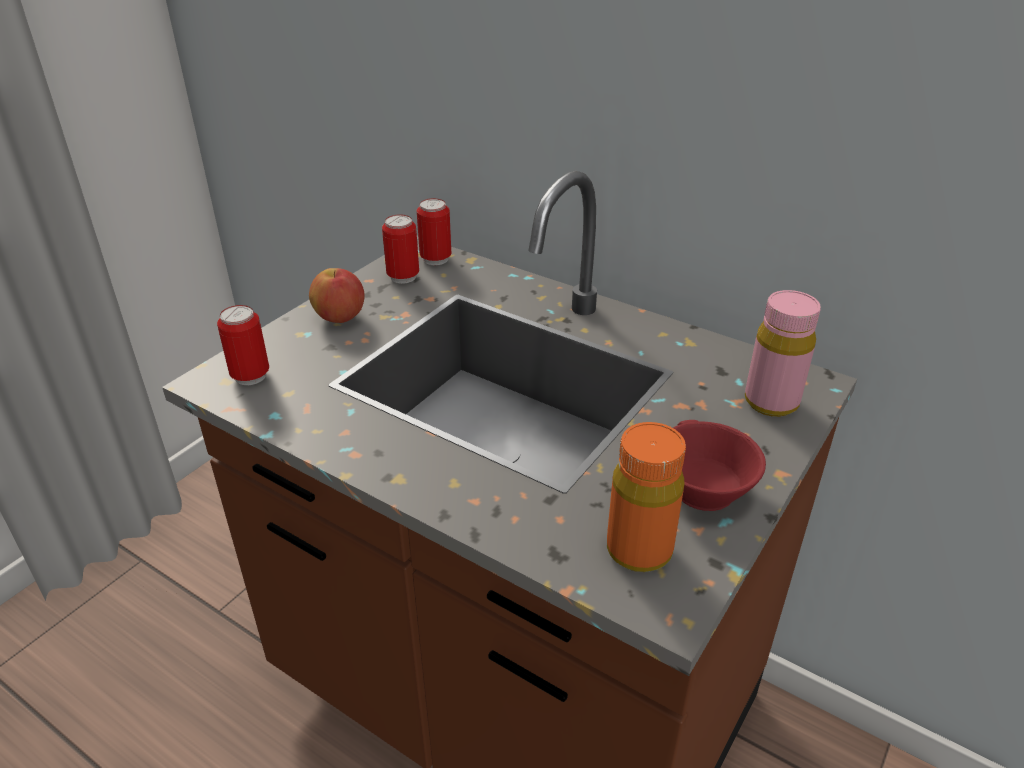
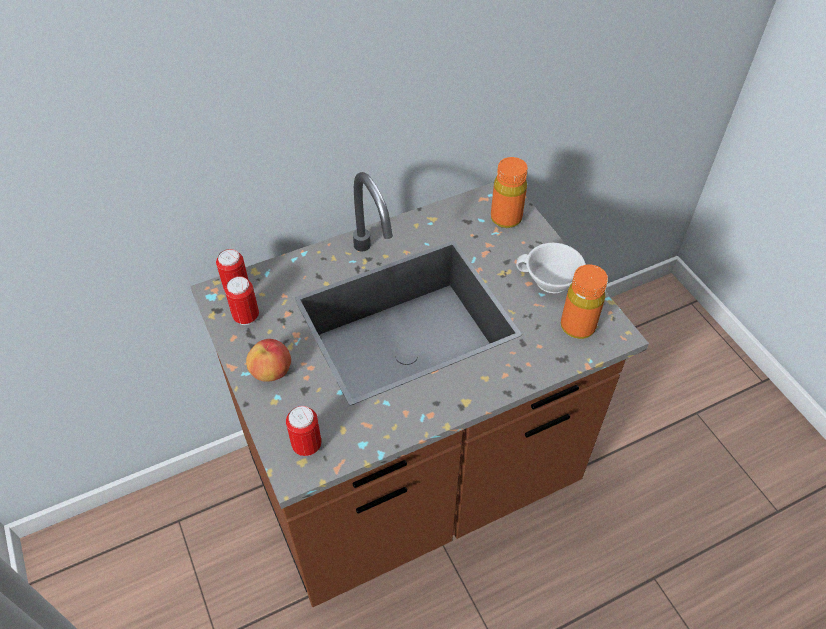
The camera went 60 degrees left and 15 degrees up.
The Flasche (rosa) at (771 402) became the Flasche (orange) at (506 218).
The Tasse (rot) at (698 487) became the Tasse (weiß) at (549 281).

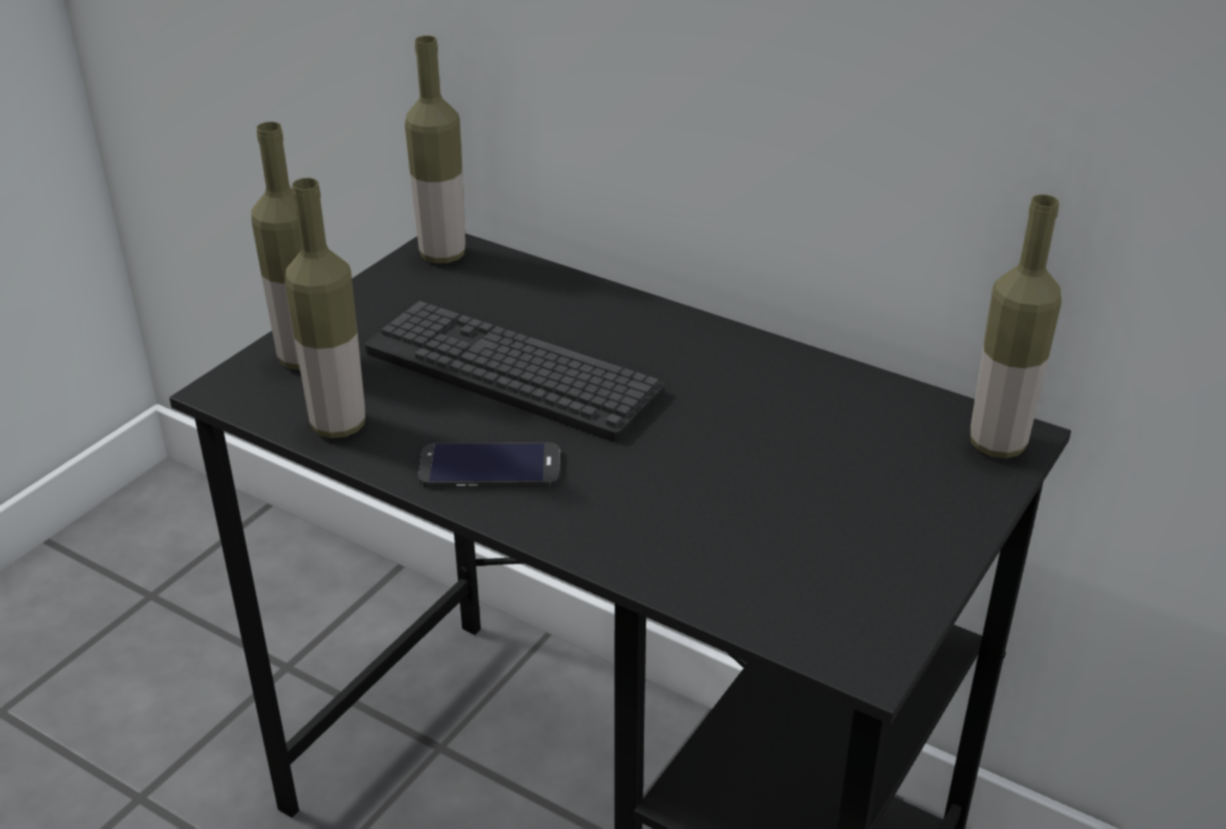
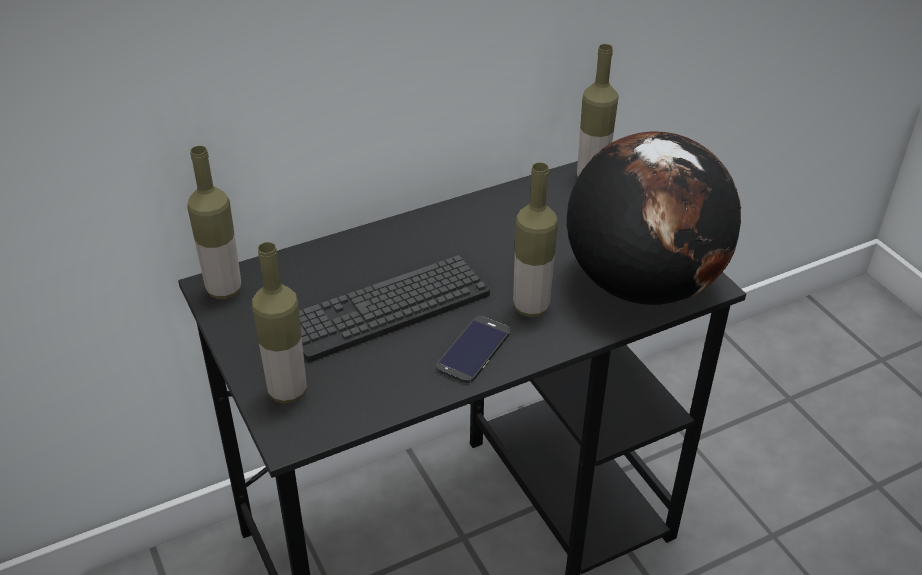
The camera went 60 degrees left and 5 degrees up.
The Flasche moved from (338 425) to (531 307).
The Globus at (641 284) appeared.

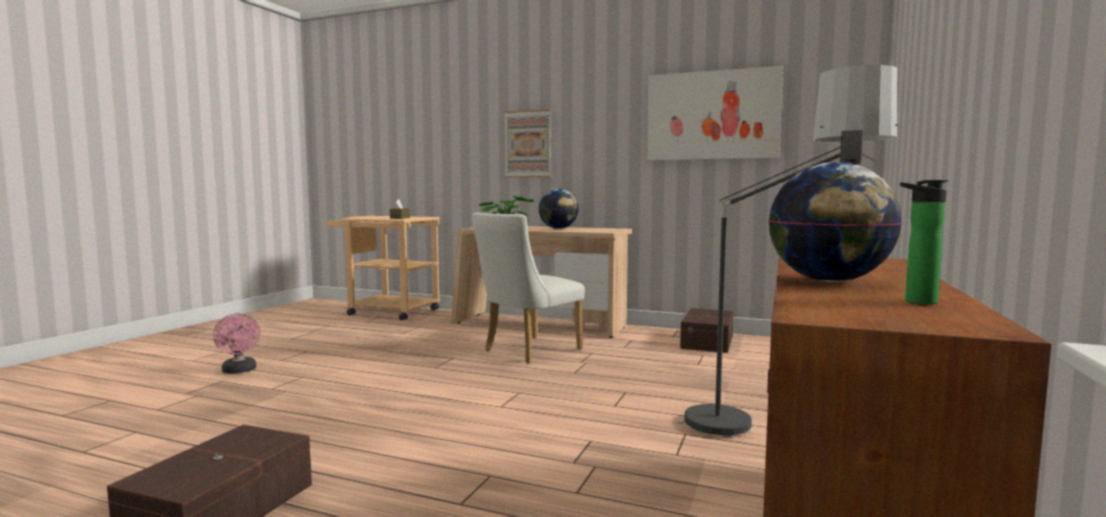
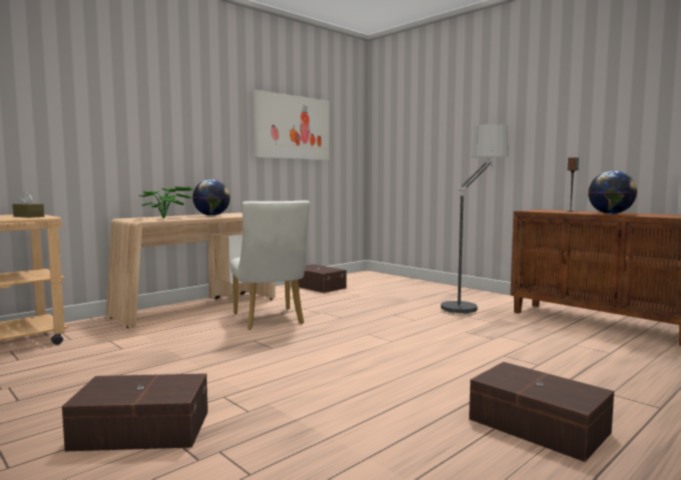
The camera went 65 degrees left and 0 degrees up.
The Ventilator (rosa) at (239 371) was replaced by the Aufbewahrungsbox (braun) at (141 429).
The Bild at (528 144) disappeared.
The Flasche at (915 301) disappeared.

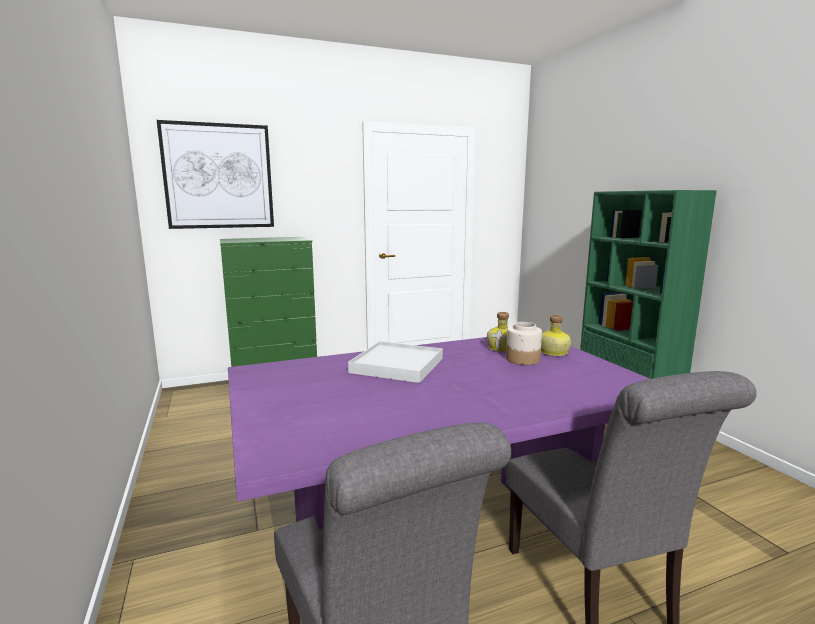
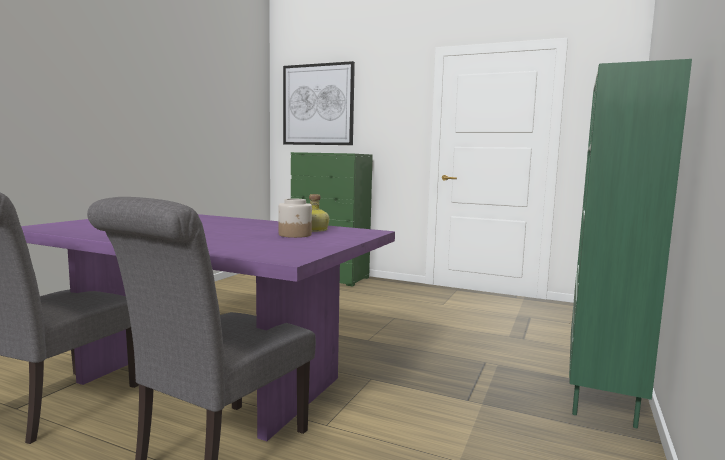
The camera went 45 degrees right and 5 degrees down.
The Tablett (weiß) at (397 365) disappeared.
The Flasche at (552 352) disappeared.

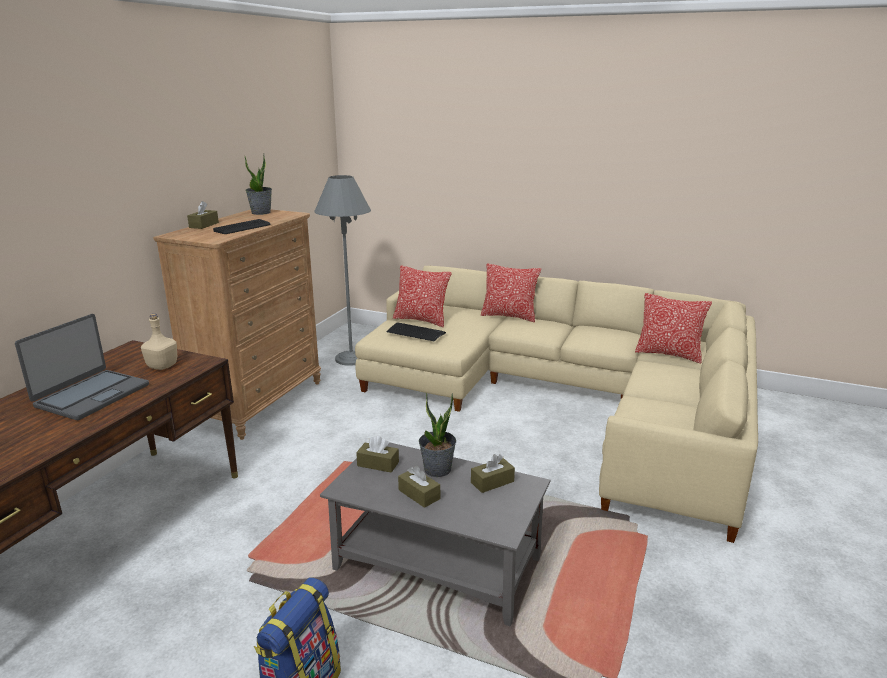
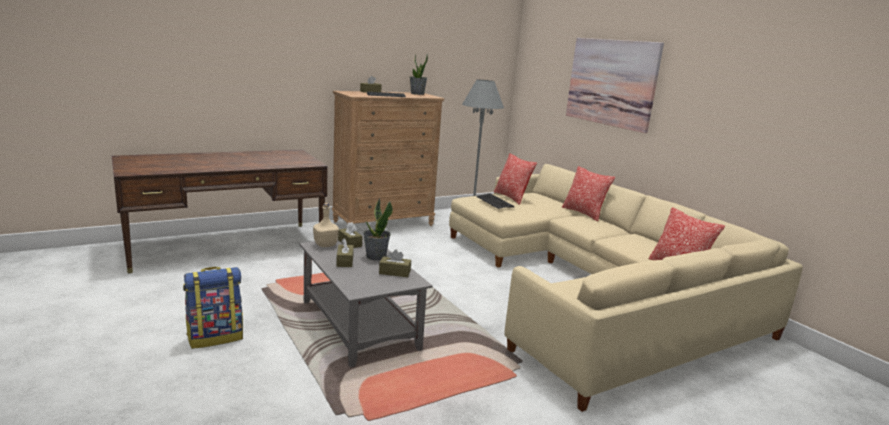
The camera went 35 degrees right and 5 degrees down.
The Flasche (beige) moved from (163 366) to (326 245).
The Bild at (611 82) appeared.
The Laptop at (91 395) disappeared.

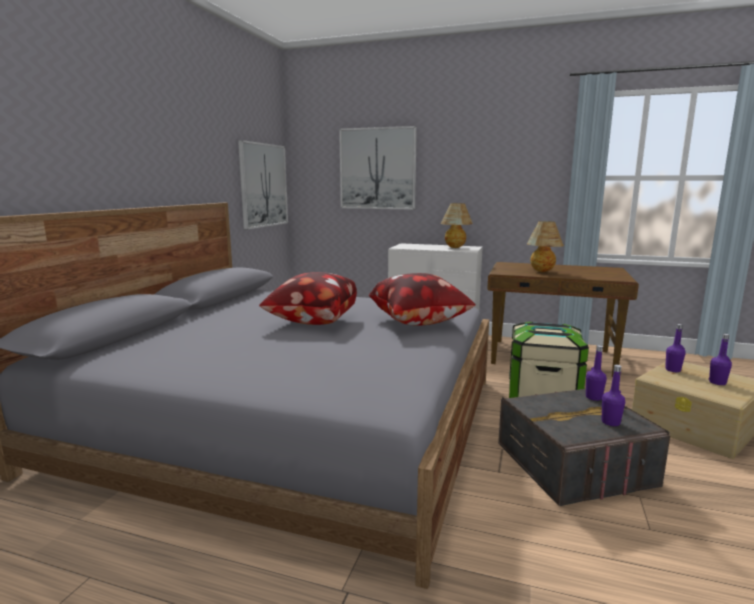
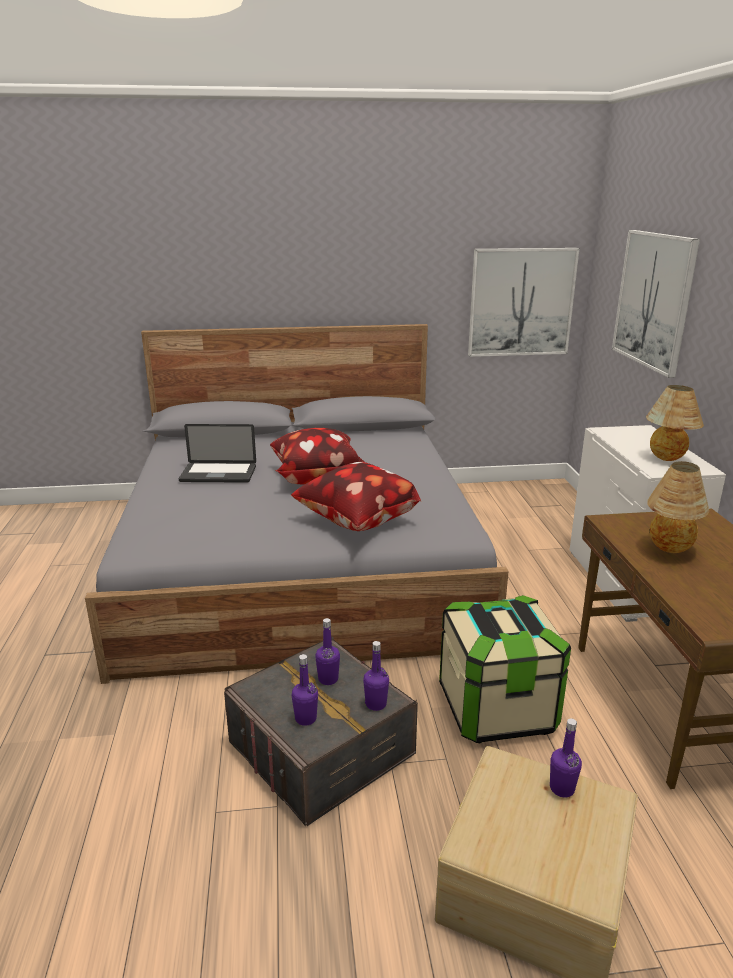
The camera went 65 degrees right and 10 degrees up.
The Laptop at (218 474) appeared.
The Flasche (lila) moved from (717 382) to (328 679).

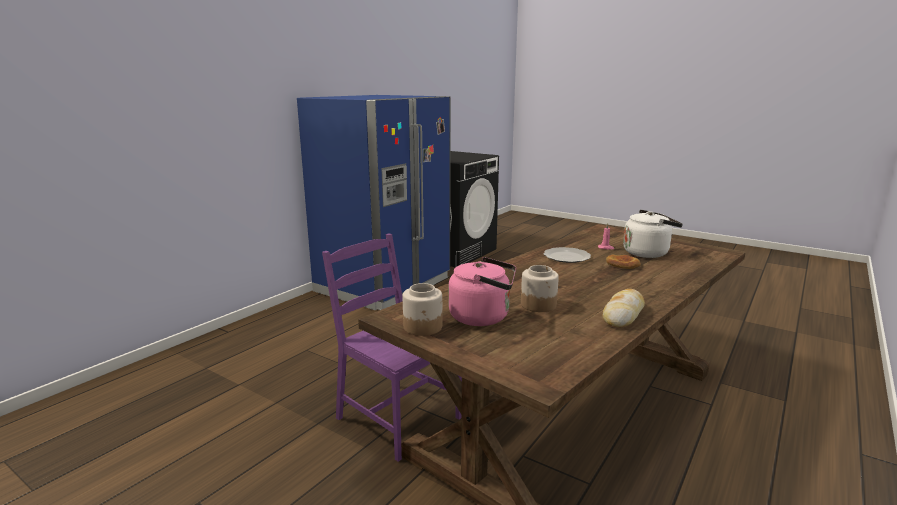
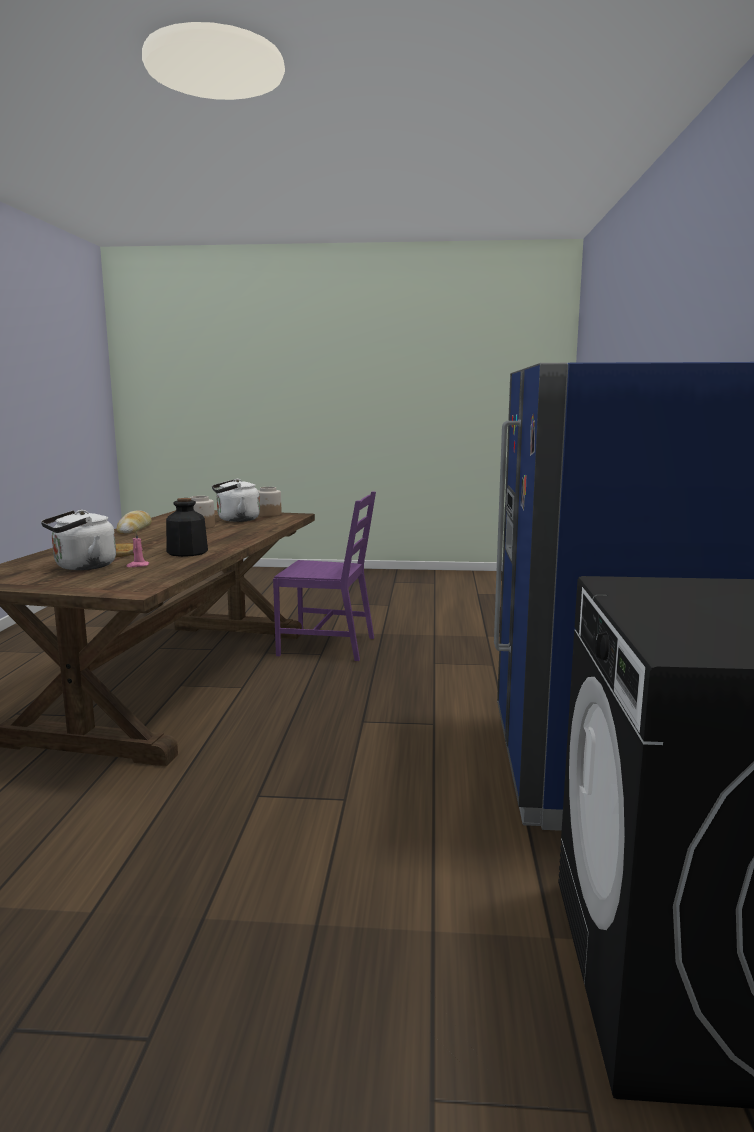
The camera went 150 degrees right and 5 degrees down.
The Teller at (567 257) was replaced by the Flasche at (187 552).
The Wasserkessel (rosa) at (483 317) became the Wasserkessel (weiß) at (235 520).

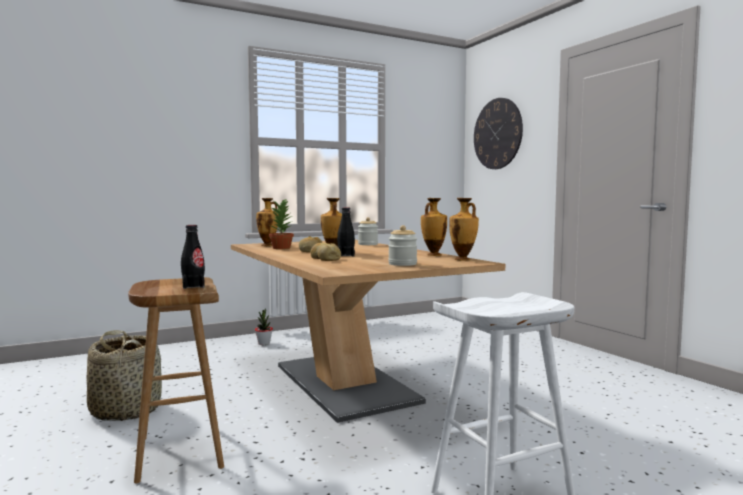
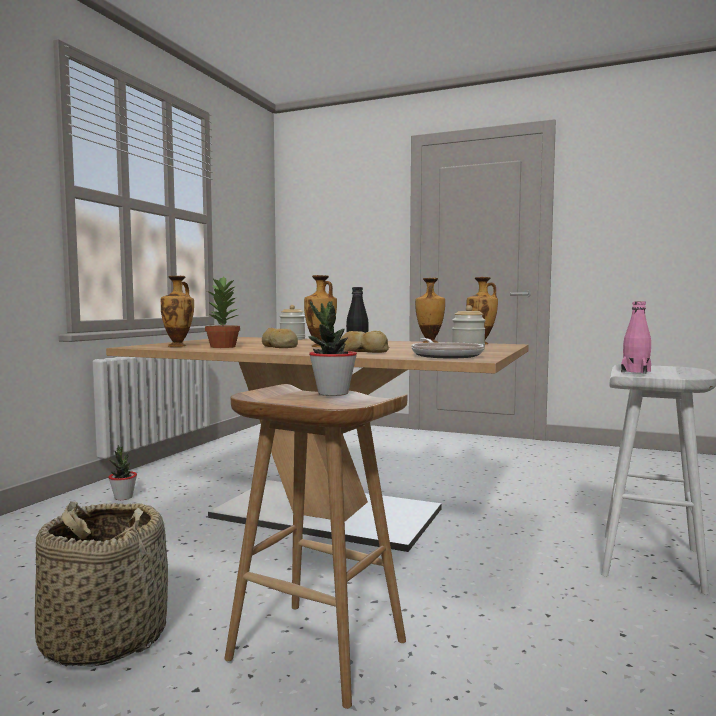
The camera went 40 degrees left and 0 degrees up.
The Flasche (schwarz) at (193 286) was replaced by the Topfpflanze at (332 393).
The Pfanne at (445 355) appeared.
The Flasche (rosa) at (635 371) appeared.
The Wanduhr at (497 134) disappeared.

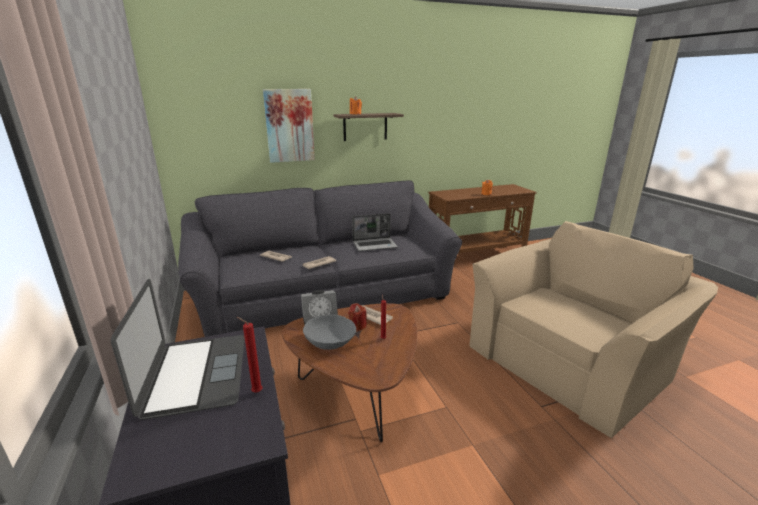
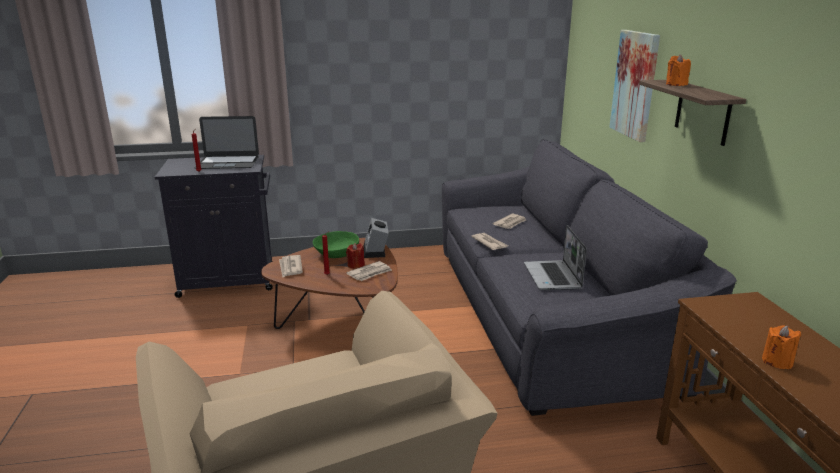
The camera went 100 degrees right and 0 degrees up.
The Zeitung at (290 267) appeared.
The Schüssel (grau) at (330 342) became the Schüssel (grün) at (337 253).

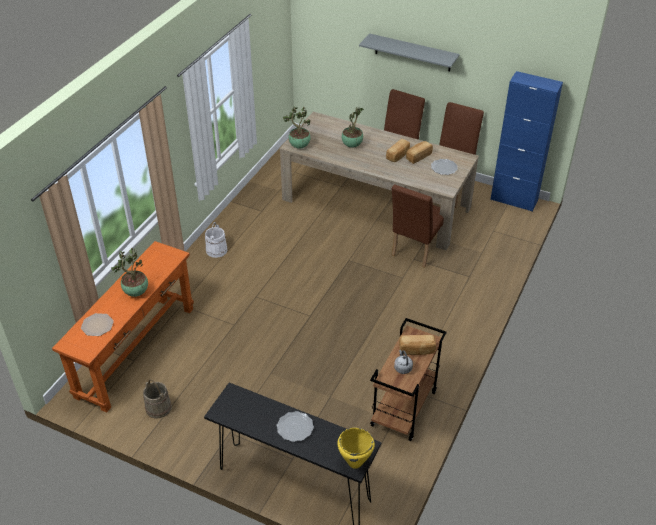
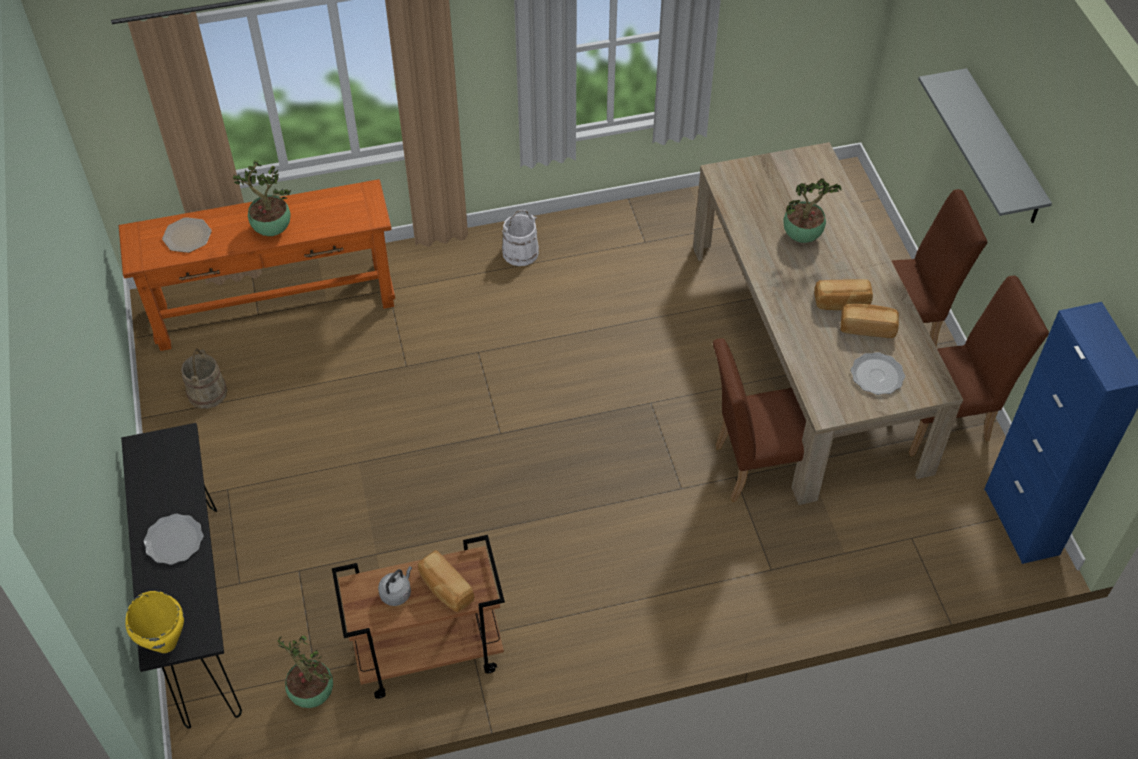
The camera went 50 degrees right and 10 degrees up.
The Topfpflanze moved from (299 146) to (311 693).

